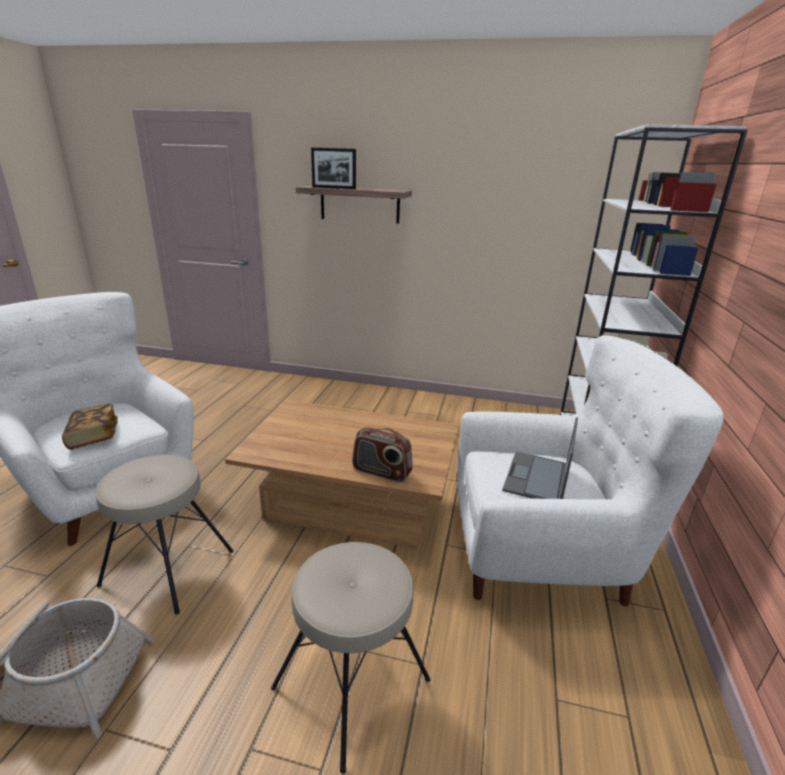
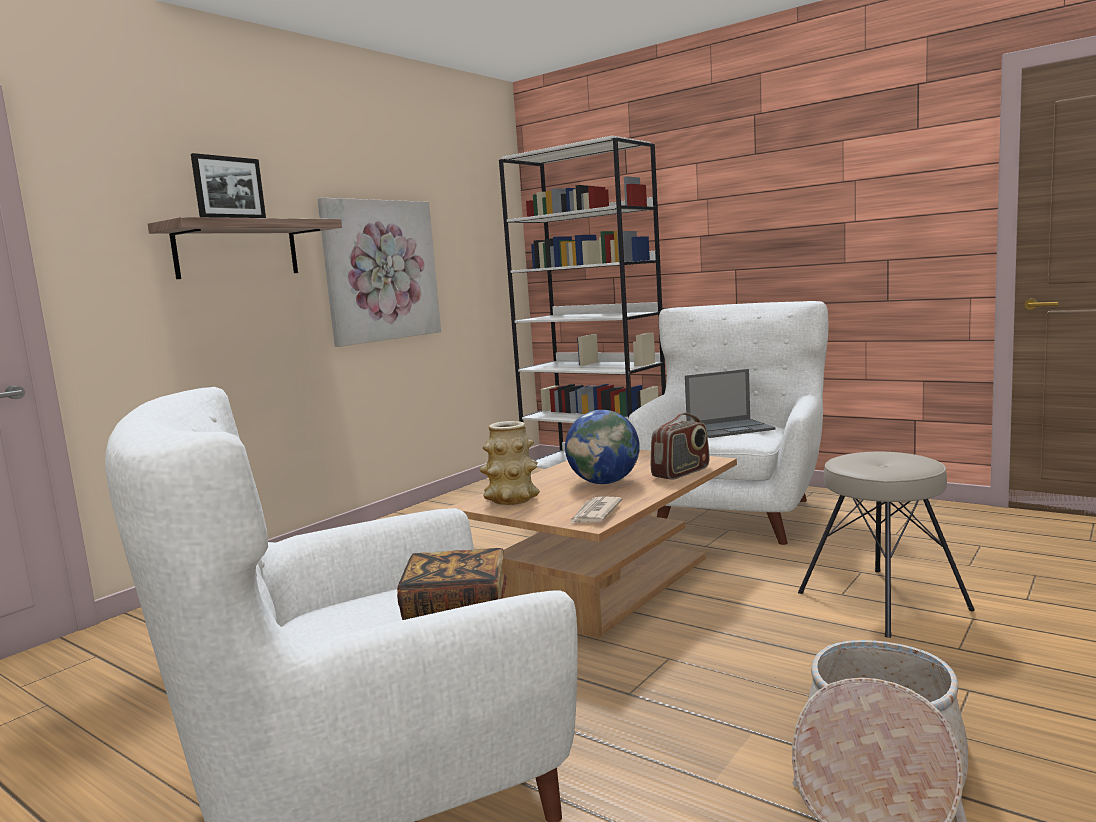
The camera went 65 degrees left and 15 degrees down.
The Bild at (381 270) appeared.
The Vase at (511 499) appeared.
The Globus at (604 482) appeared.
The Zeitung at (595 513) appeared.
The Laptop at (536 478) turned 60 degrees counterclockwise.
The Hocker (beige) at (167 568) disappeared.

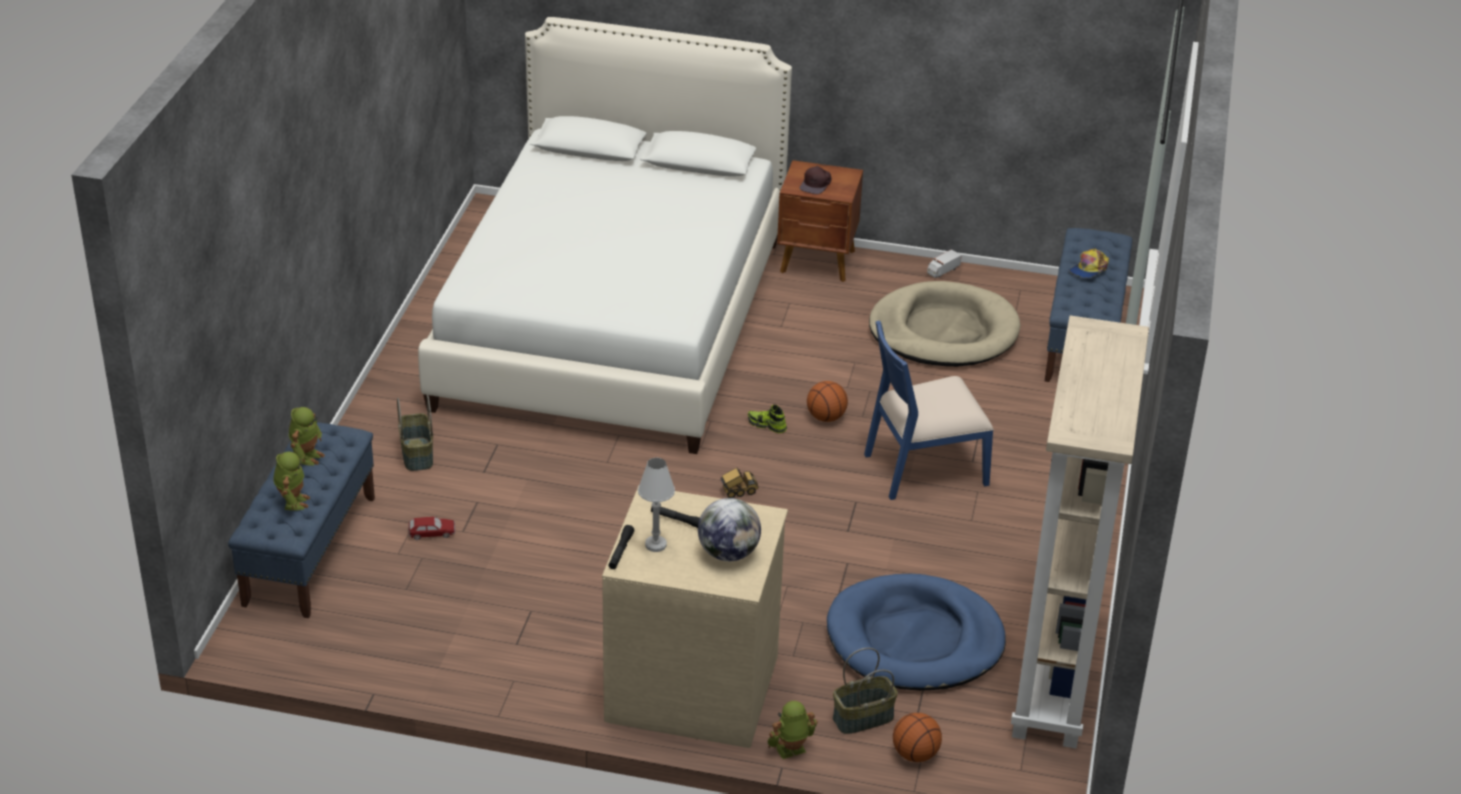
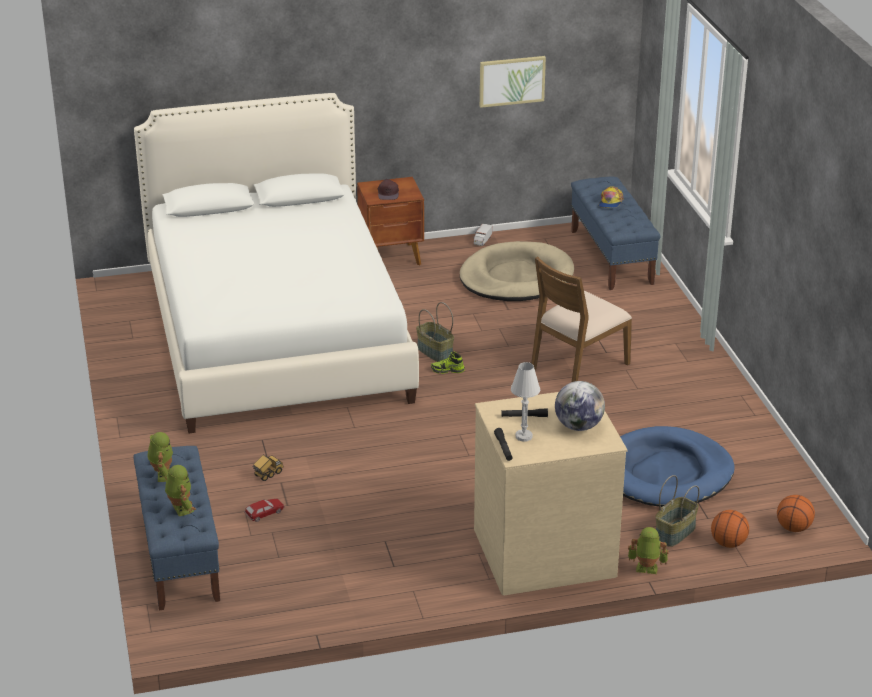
The camera went 25 degrees left and 5 degrees down.
The Spielzeuglaster moved from (738 492) to (267 474).
The Korb moved from (416 454) to (434 352).
The Bild at (512 81) appeared.
The Stuhl (blau) at (924 468) became the Stuhl (braun) at (578 366).
The Spielzeugroboter at (791 751) turned 60 degrees clockwise.
The Basketball moved from (826 417) to (793 528).
The Bücherregal (beige) at (1055 678) disappeared.

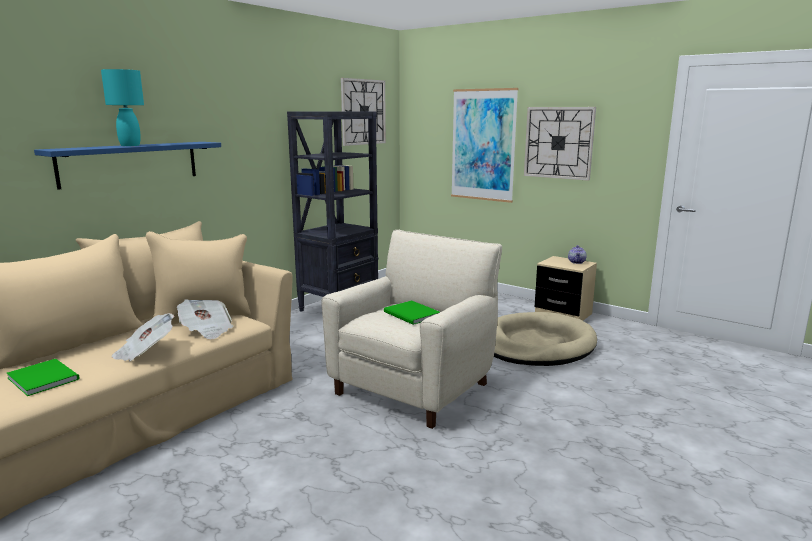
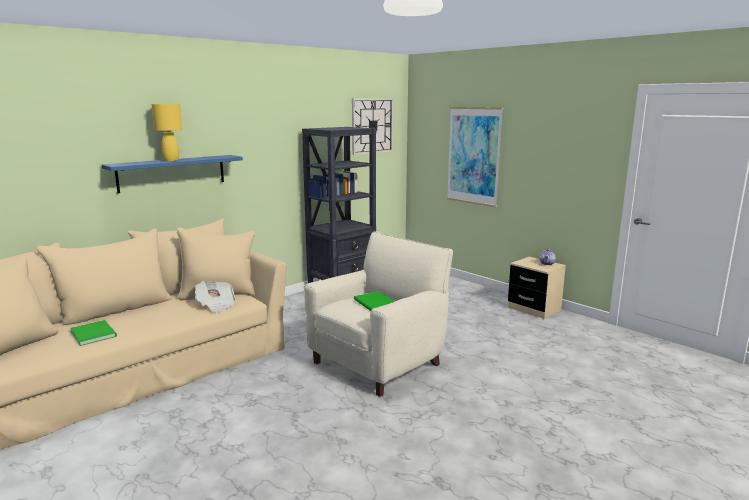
The camera went 10 degrees right and 0 degrees up.
The Tischlampe (türkis) at (130 145) became the Tischlampe (gelb) at (171 160).
The Zeitung at (145 352) disappeared.
The Hundebett (beige) at (536 345) disappeared.
The Wanduhr at (558 143) disappeared.

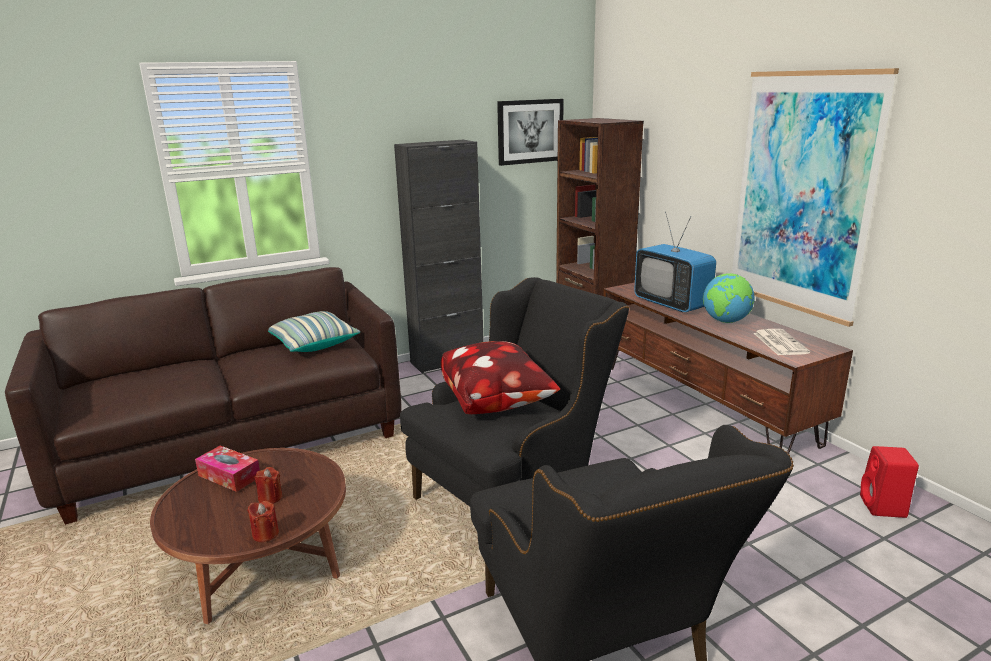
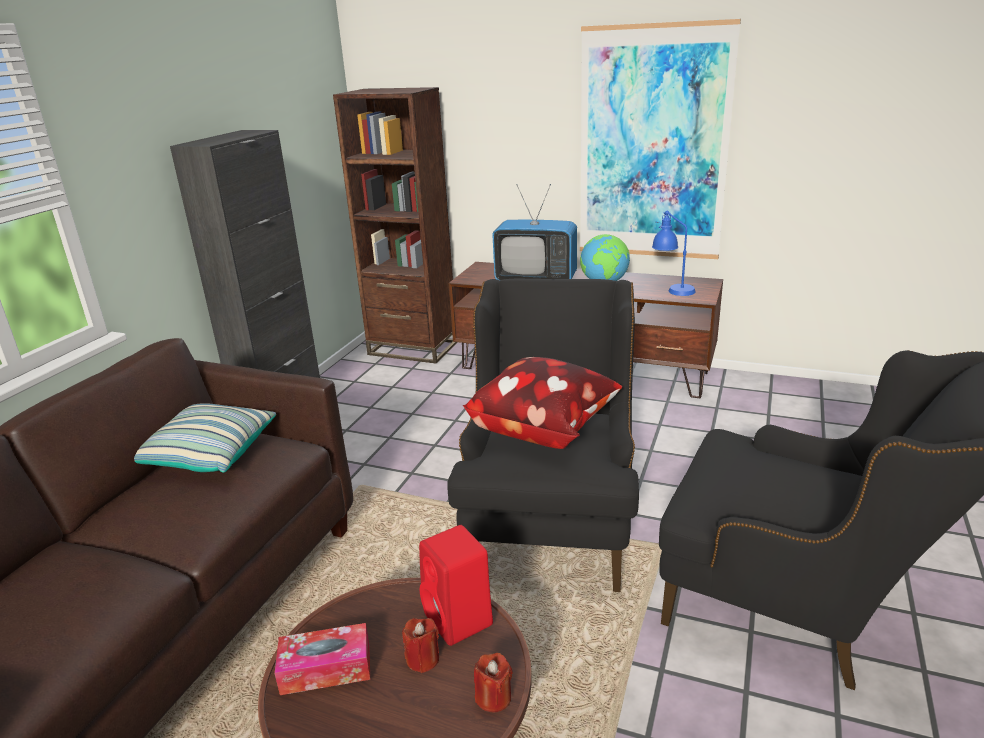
The camera went 40 degrees left and 5 degrees up.
The Lautsprecher (rot) moved from (883 507) to (460 620).
The Zeitung at (779 343) was replaced by the Tischlampe (blau) at (671 289).
The Bild at (530 131) disappeared.

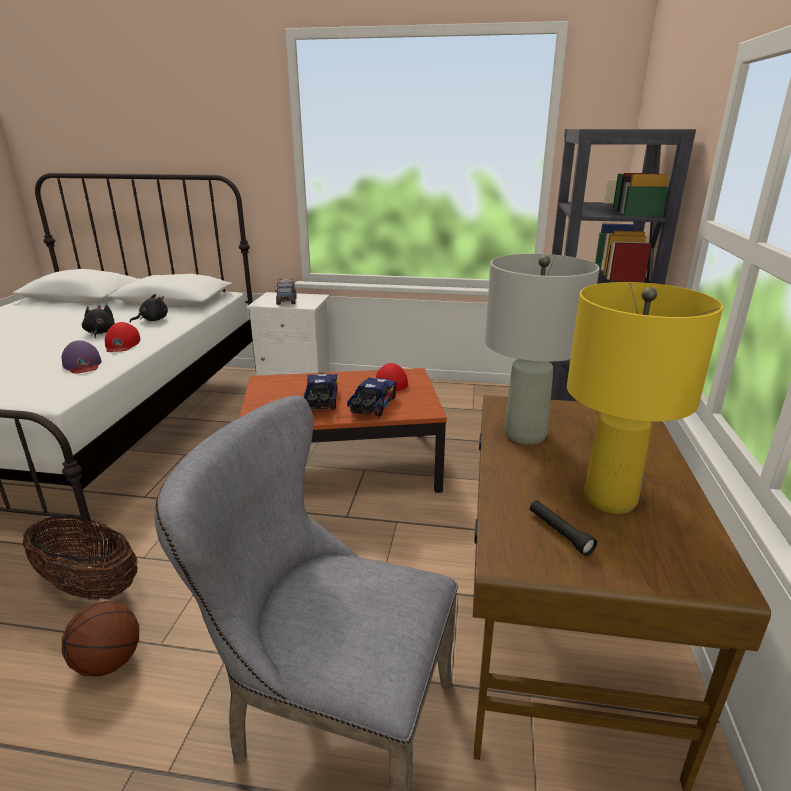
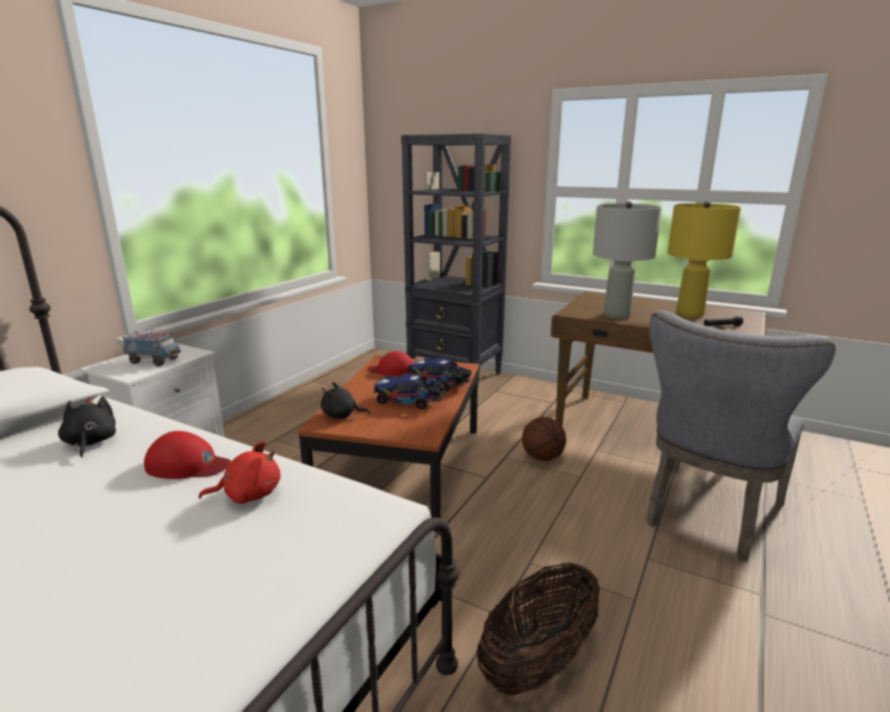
The camera went 70 degrees left and 5 degrees down.
The Kappe (lila) at (82 364) was replaced by the Plüschtier (rot) at (249 494).
The Plüschtier (schwarz) moved from (100 333) to (342 415).
The Basketball moved from (109 661) to (542 457).

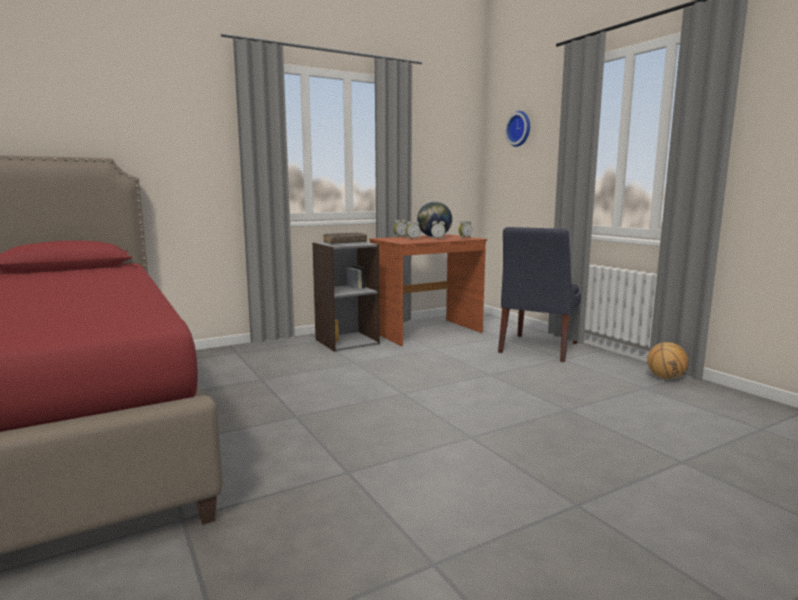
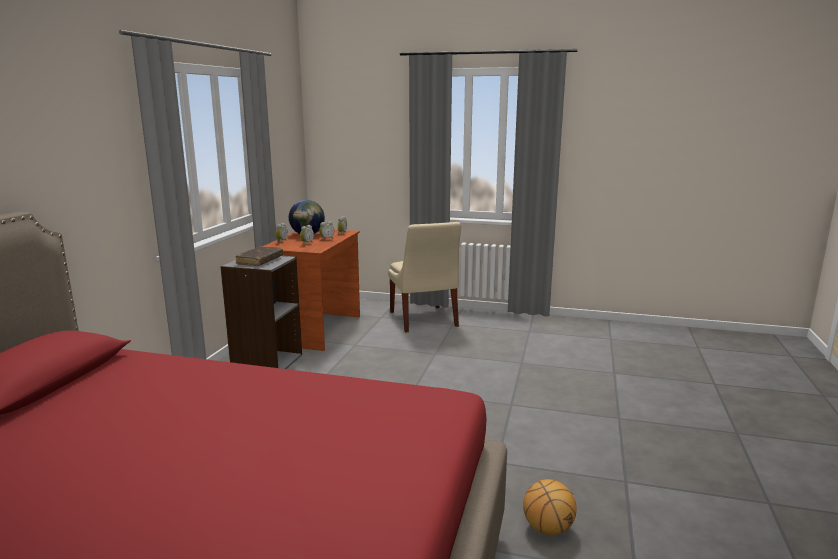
The camera went 45 degrees left and 5 degrees up.
The Stuhl (blau) at (537 348) became the Stuhl (beige) at (423 320).
The Basketball moved from (665 378) to (547 528).
The Wanduhr at (520 129) disappeared.

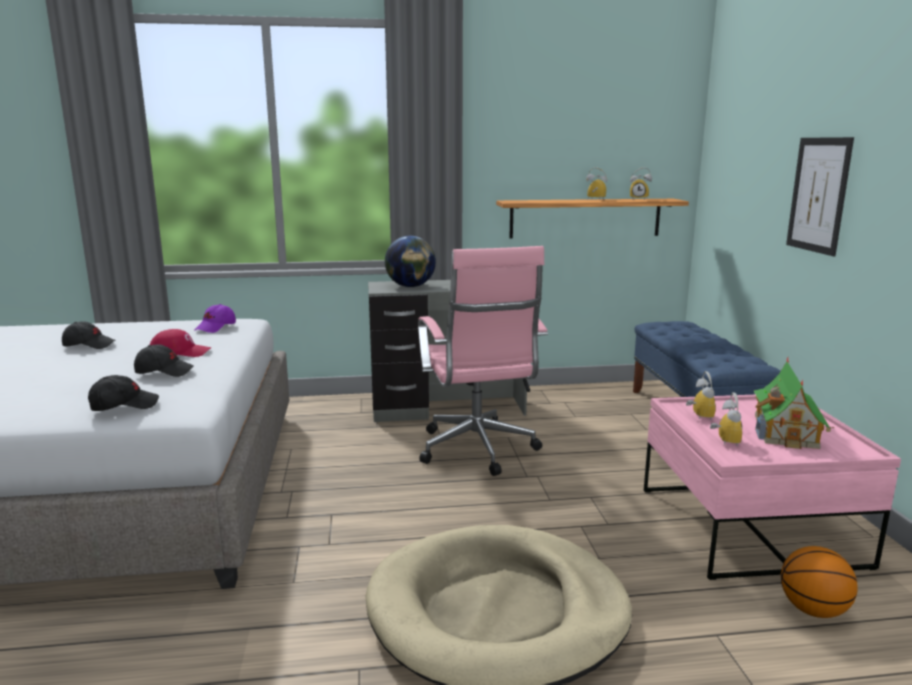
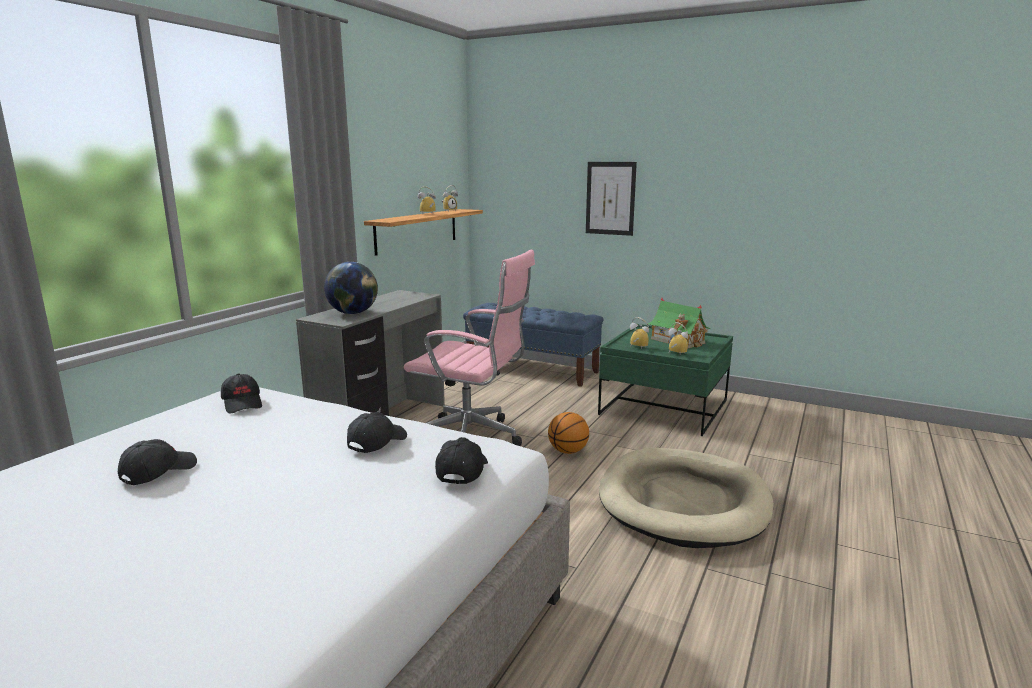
The camera went 55 degrees left and 0 degrees up.
The Kappe (lila) at (216 327) became the Kappe (schwarz) at (243 403).
The Basketball moved from (813 610) to (568 451).
The Couchtisch (rosa) at (748 526) became the Couchtisch (grün) at (664 407).
The Kappe (rot) at (180 352) disappeared.

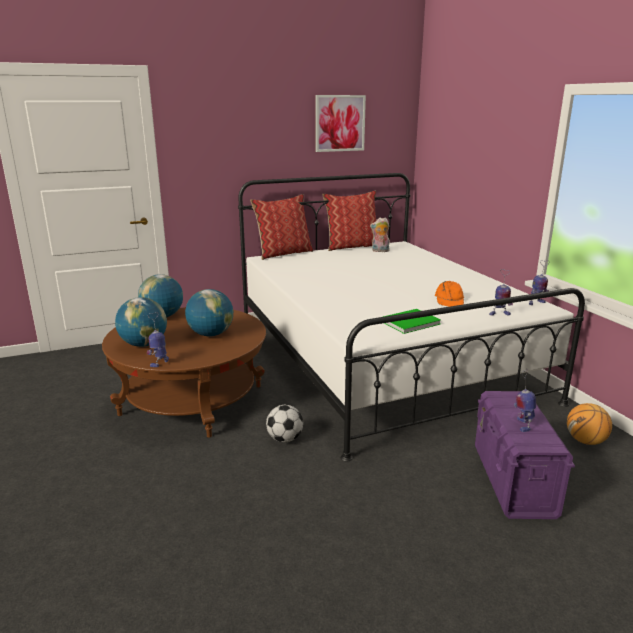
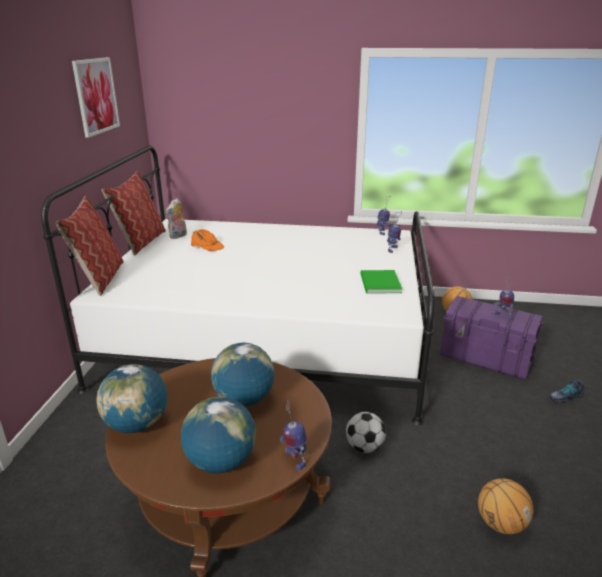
The camera went 60 degrees left and 5 degrees up.
The Kappe (orange) moved from (449 300) to (207 246).
The Basketball at (500 523) appeared.
The Schuh at (565 397) appeared.

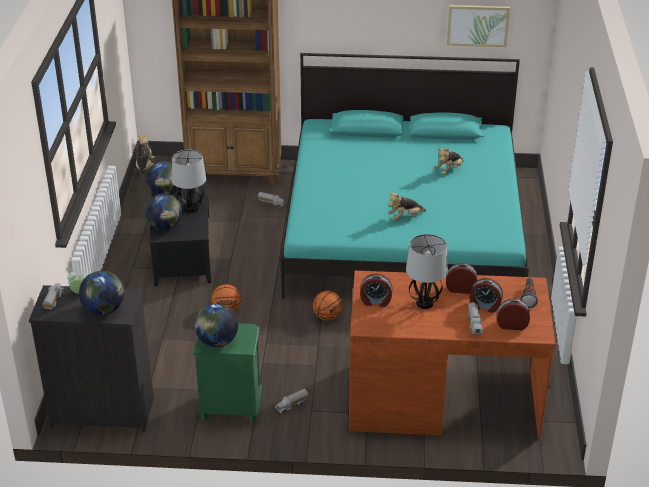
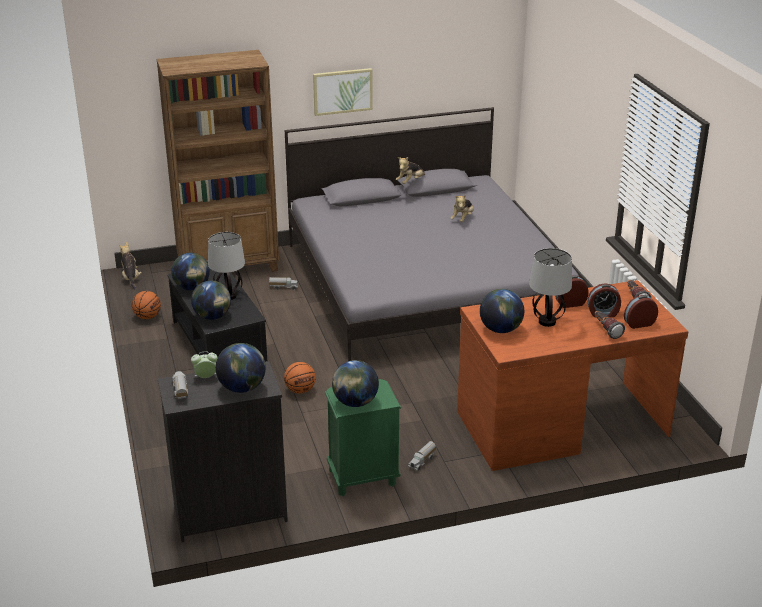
The camera went 20 degrees left and 5 degrees down.
The Basketball moved from (327 317) to (147 317).
The Bett (türkis) at (403 228) became the Bett (grau) at (426 285).
The Bild moved from (477 25) to (342 91).
The Plüschtier moved from (405 217) to (410 182).
The Wecker at (375 301) was replaced by the Globus at (500 329).
The Spielzeuglaster at (475 324) was replaced by the Taschenlampe at (606 330).

